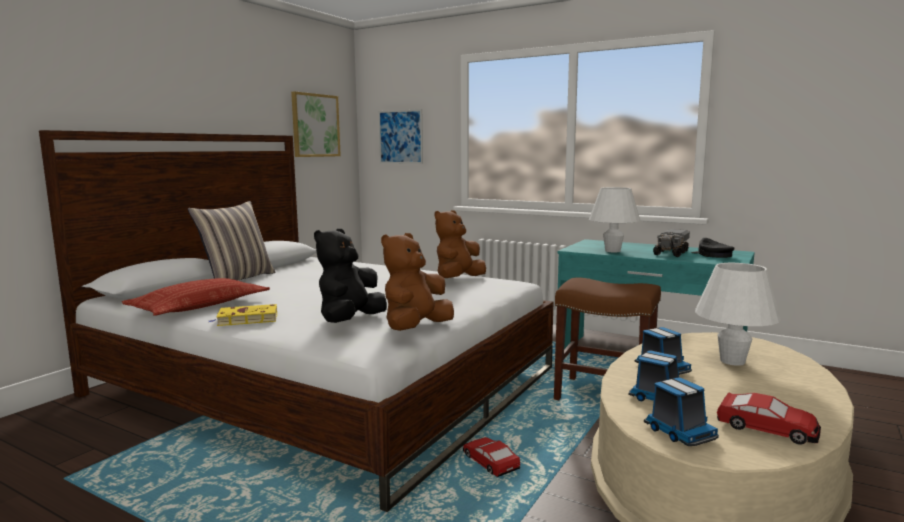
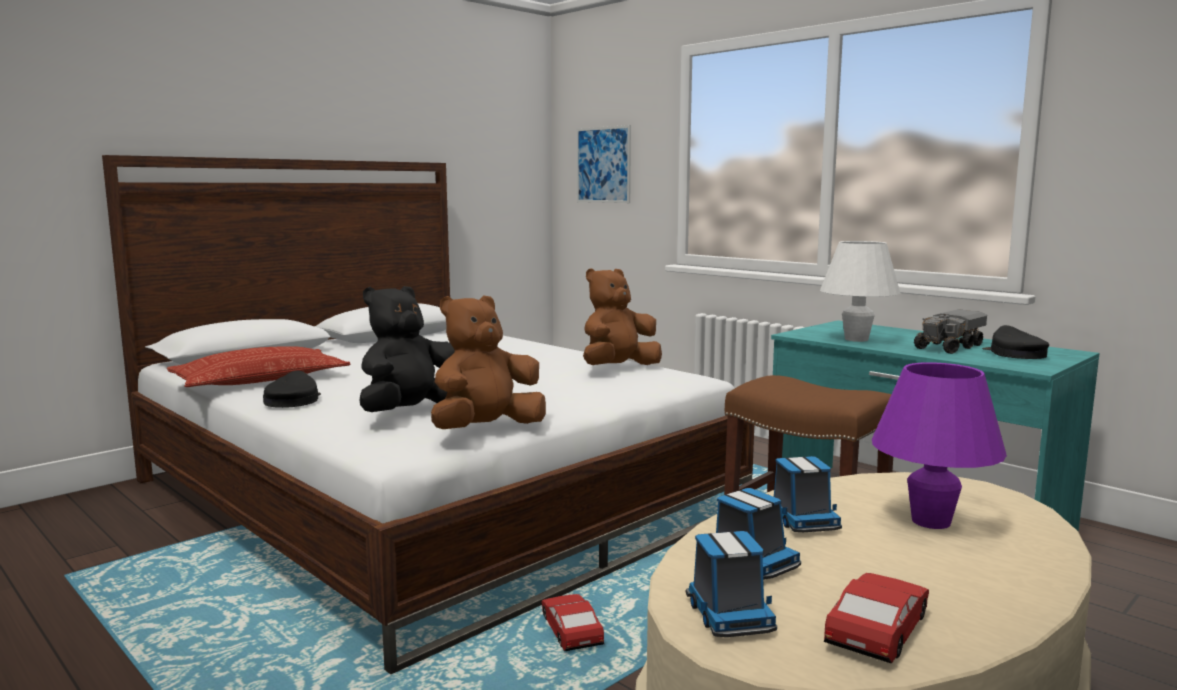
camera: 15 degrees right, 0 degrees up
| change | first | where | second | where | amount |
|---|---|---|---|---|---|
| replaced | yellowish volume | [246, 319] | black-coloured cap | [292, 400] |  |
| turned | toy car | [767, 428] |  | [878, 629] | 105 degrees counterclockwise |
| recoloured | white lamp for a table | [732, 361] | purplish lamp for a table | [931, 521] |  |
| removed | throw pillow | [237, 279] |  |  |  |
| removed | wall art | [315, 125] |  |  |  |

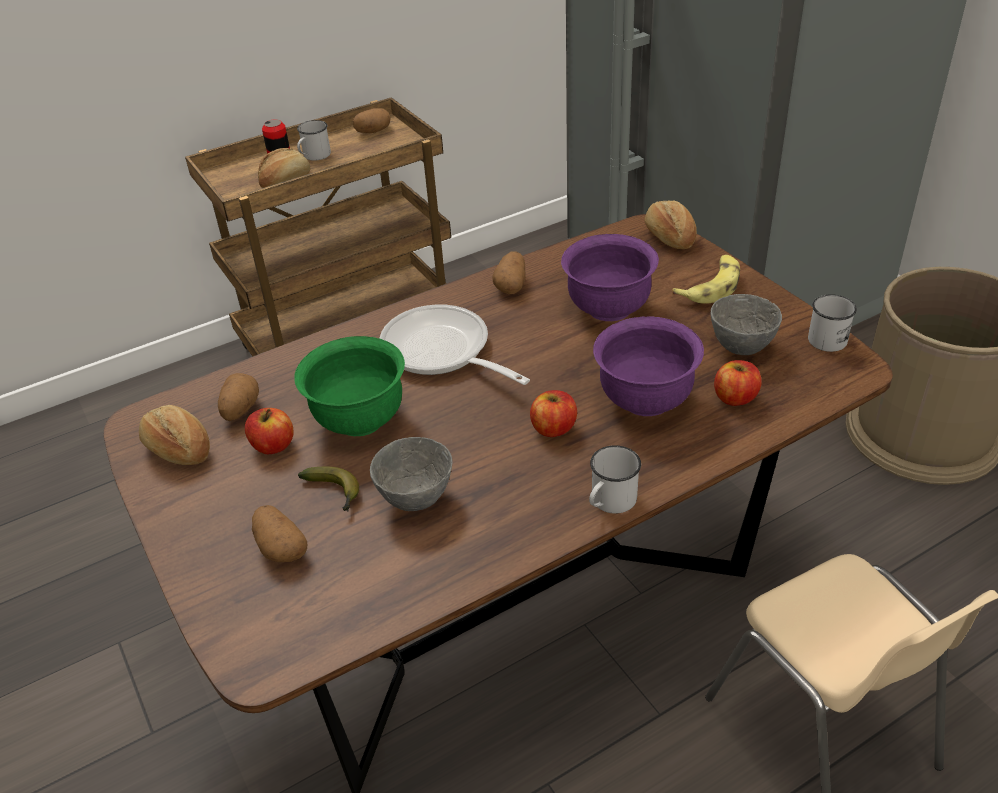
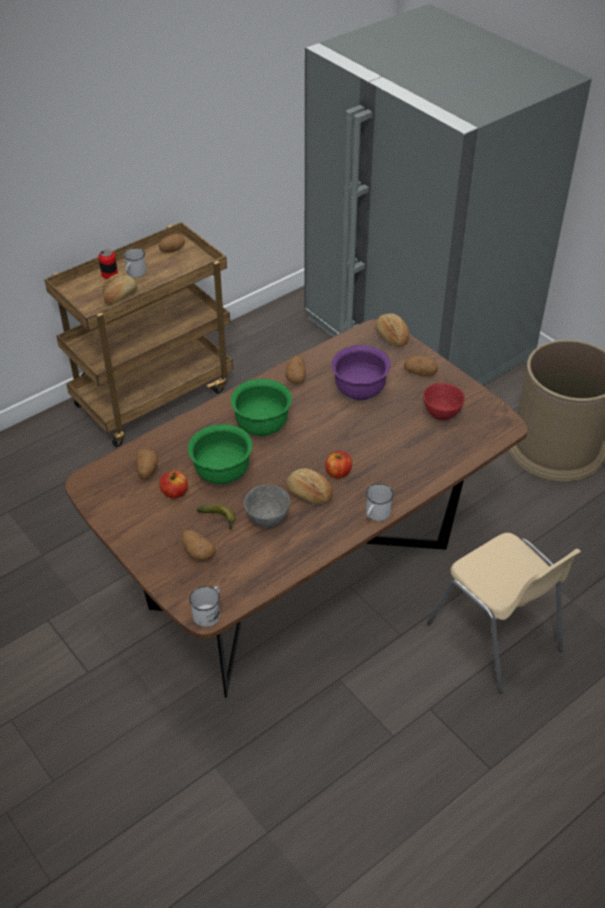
camera: 10 degrees left, 5 degrees up
| change | first | where | second | where | amount |
|---|---|---|---|---|---|
| moved | white mug | [830, 337] |  | [209, 612] |  |
| replaced | skillet | [442, 352] | green-coloured bowl | [262, 426] |  |
| moved | bakery bread | [178, 450] |  | [308, 494] |  |
| replaced | banana | [711, 286] | whole potato | [420, 373] |  |
| recoloured | greyish bowl | [740, 347] | red bowl | [441, 415] |  |
| removed | purplish bowl | [645, 400] |  |  |  |
| removed | whole apple | [735, 398] |  |  |  |

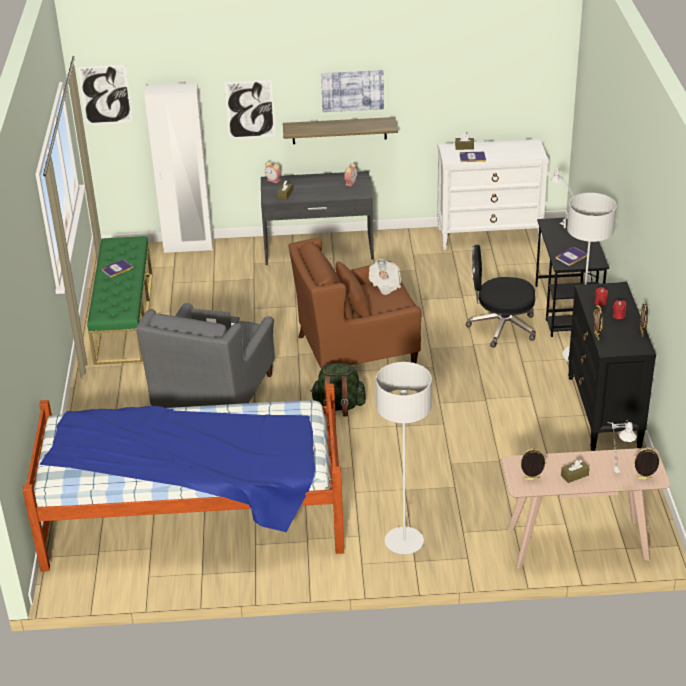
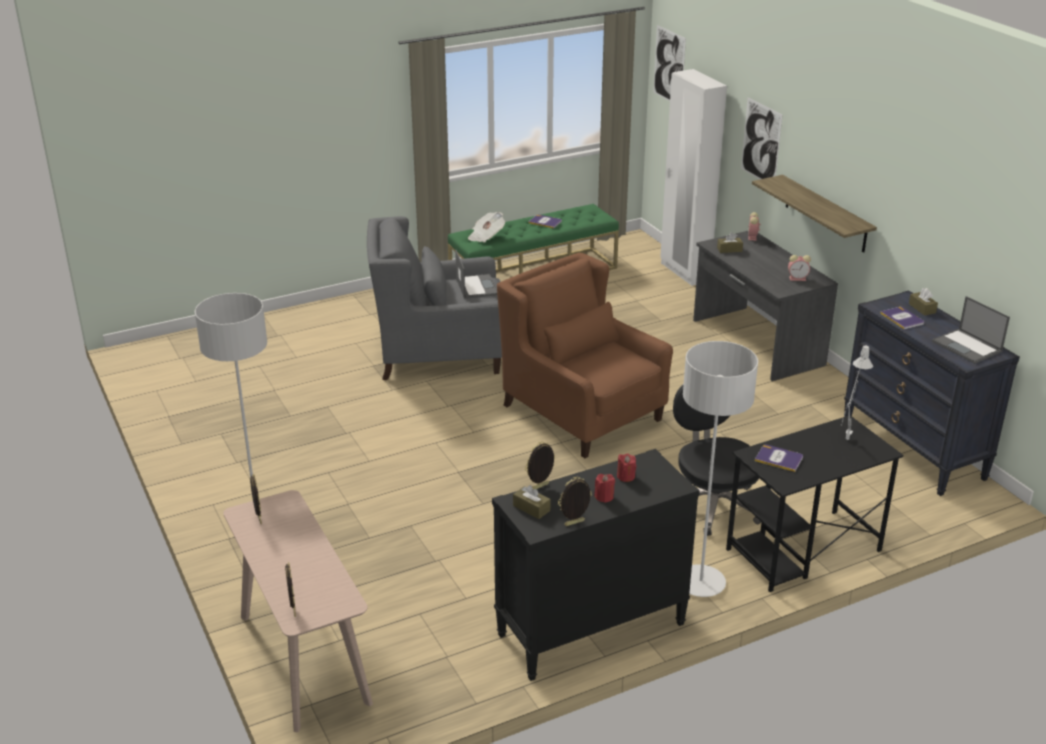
camera: 65 degrees right, 5 degrees down
| change | first | where | second | where | amount |
|---|---|---|---|---|---|
| moved | printed paper | [385, 285] |  | [486, 236] |  |
| moved | brown box of tissues | [574, 475] |  | [531, 508] |  |
| recoloured | white chest of drawers | [489, 236] | black-coloured chest of drawers | [913, 450] |  |
| added |  |  | notebook computer | [967, 347] |  |
| removed | sleeping bed | [195, 516] |  |  |  |
| removed | green-coloured knapsack | [338, 407] |  |  |  |
| removed | wall art | [352, 90] |  |  |  |
| removed | greyish lamp for a table | [613, 469] |  |  |  |

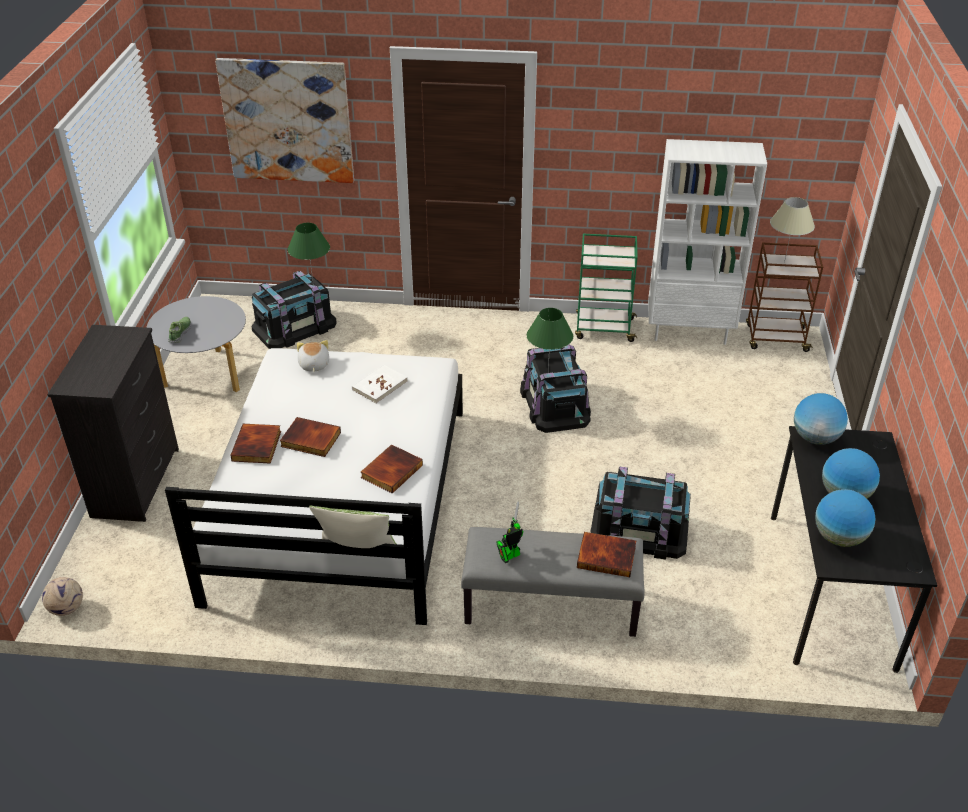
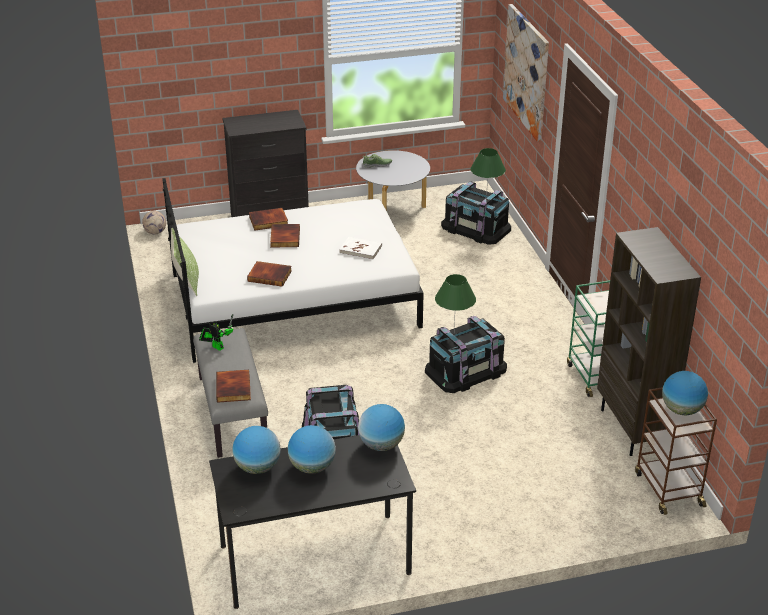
camera: 70 degrees right, 5 degrees down
| change | first | where | second | where | amount |
|---|---|---|---|---|---|
| recoloured | white bookshelf | [689, 332] | brown bookshelf | [633, 430] |  |
| replaced | beige lamp for a table | [784, 262] | desk globe | [681, 410] |  |
| removed | plush toy | [313, 365] |  |  |  |

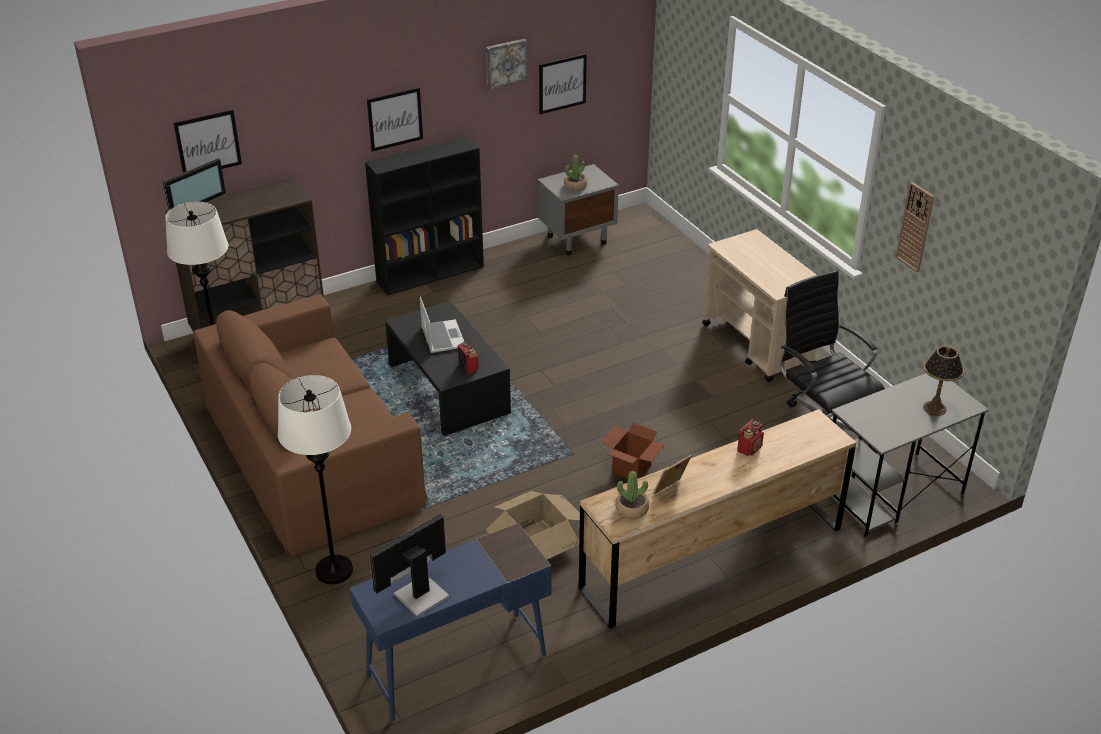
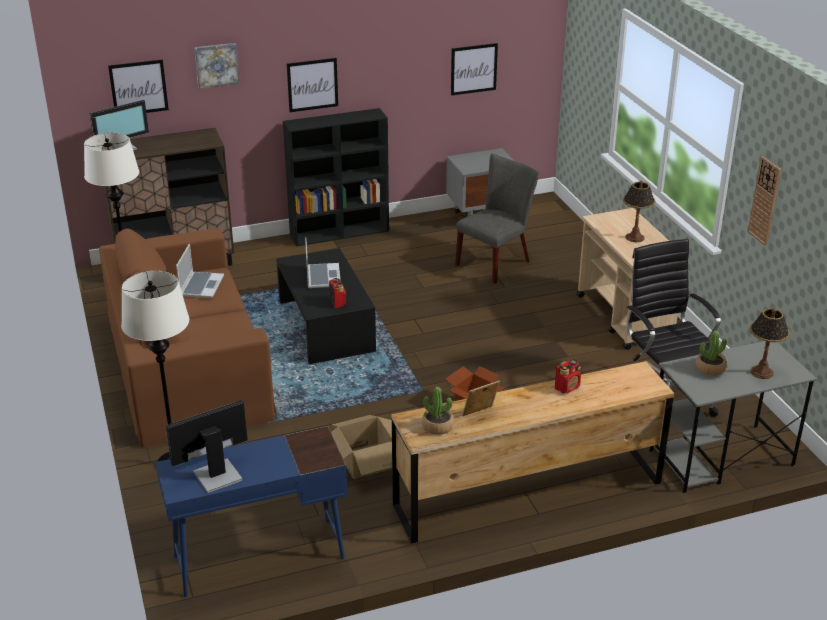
camera: 10 degrees right, 5 degrees down
| change | first | where | second | where | amount |
|---|---|---|---|---|---|
| added |  |  | notebook computer | [201, 286] |  |
| moved | wall art | [505, 63] |  | [216, 65] |  |
| added |  |  | greyish chair | [496, 262] |  |
| added |  |  | lamp for a table | [635, 238] |  |
| moved | houseplant | [575, 186] |  | [710, 368] |  |

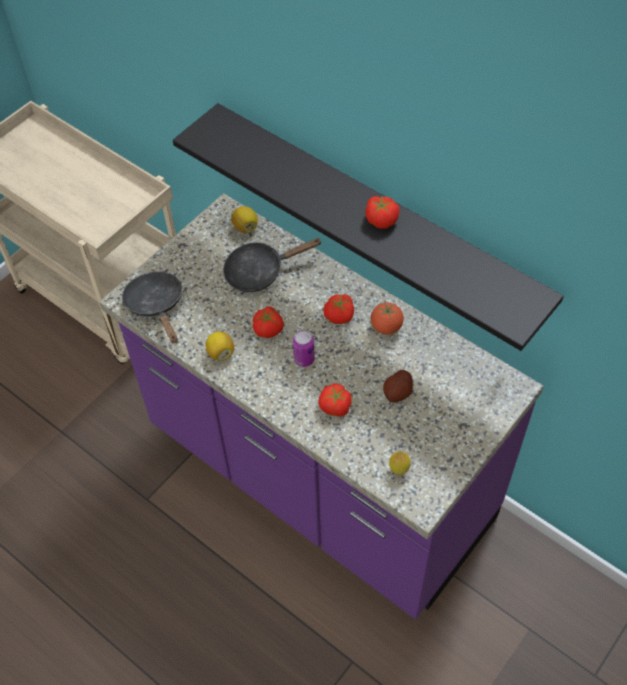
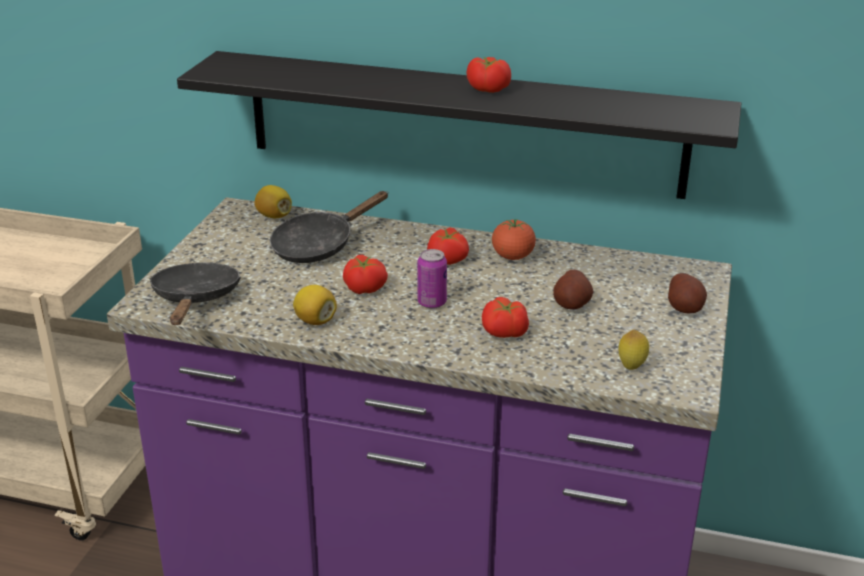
camera: 25 degrees left, 25 degrees down
| change | first | where | second | where | amount |
|---|---|---|---|---|---|
| turned | black-coloured skillet | [156, 305] |  | [195, 299] | 45 degrees clockwise |
| added |  |  | whole potato | [685, 308] |  |

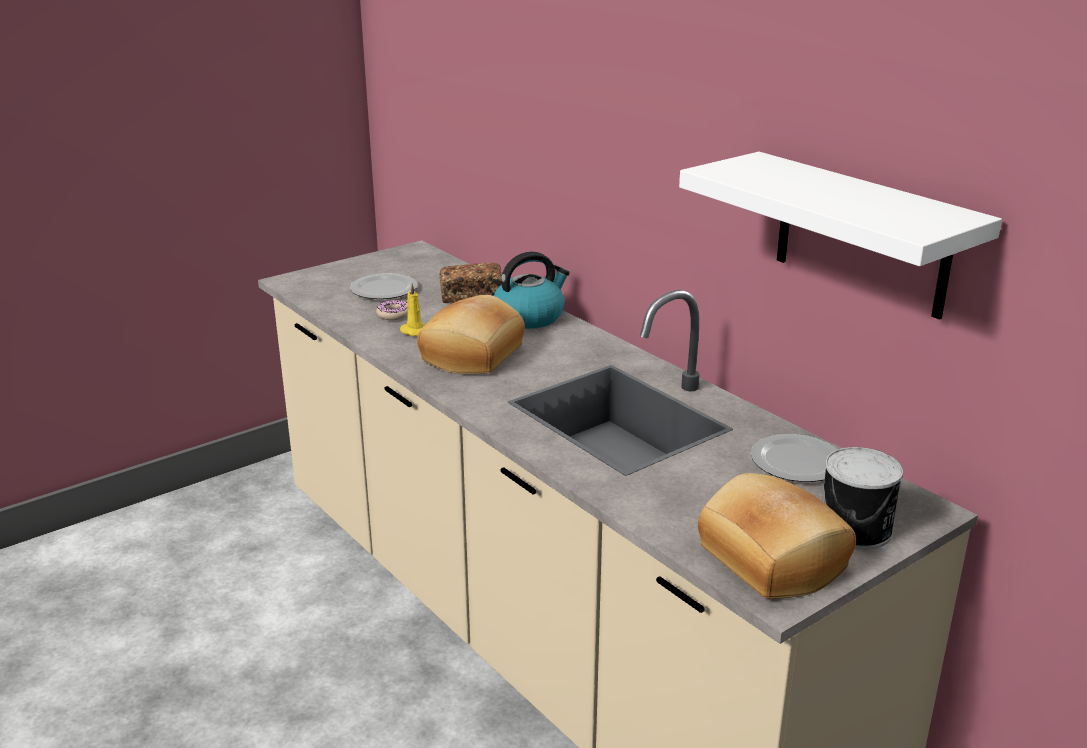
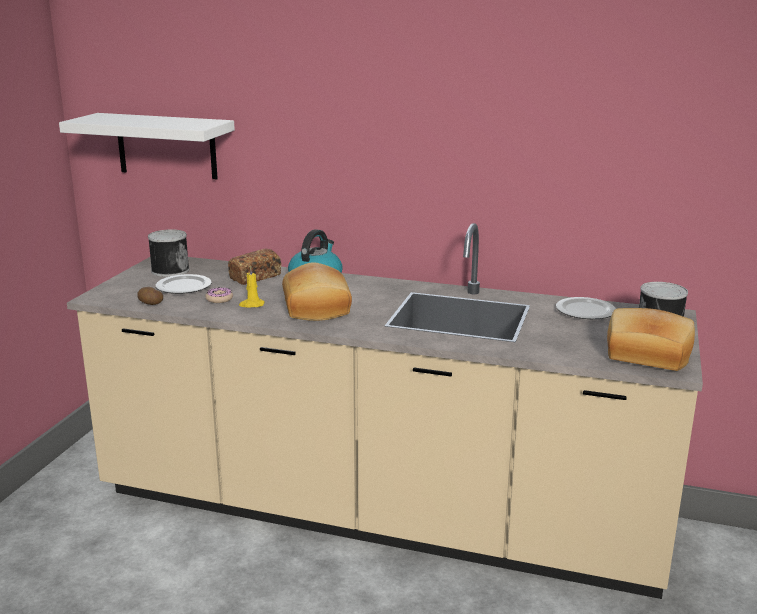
camera: 35 degrees left, 5 degrees down
| change | first | where | second | where | amount |
|---|---|---|---|---|---|
| moved | white bracket shelf | [862, 235] |  | [166, 146] |  |
| added |  |  | whole potato | [150, 303] |  |
| added |  |  | can | [169, 270] |  |

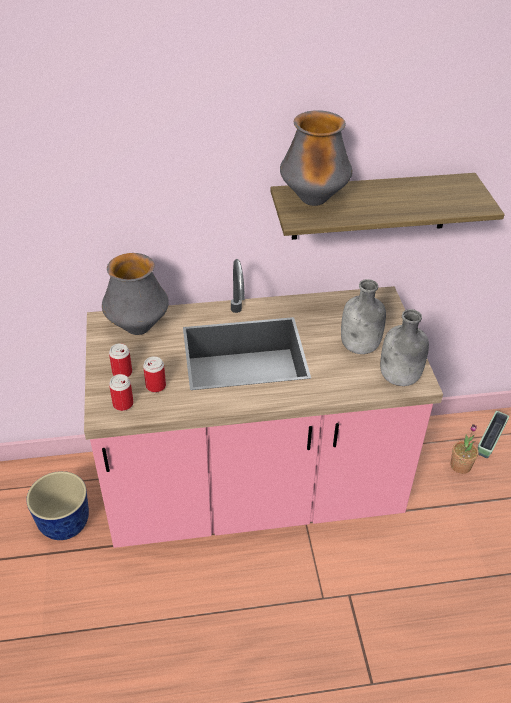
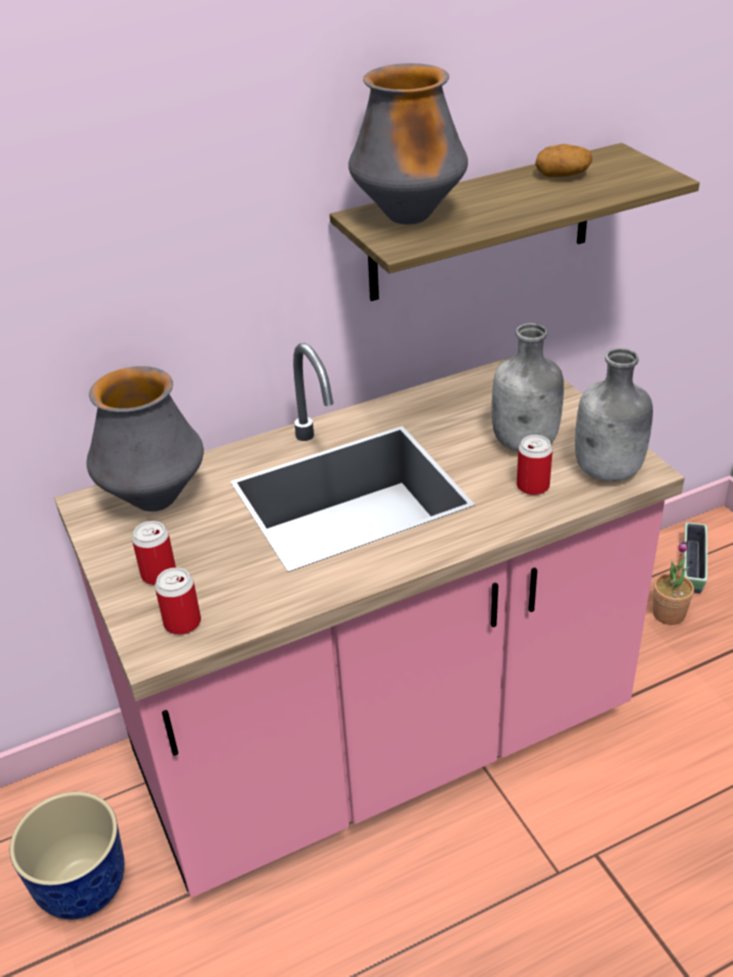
camera: 15 degrees left, 5 degrees down
| change | first | where | second | where | amount |
|---|---|---|---|---|---|
| moved | can | [156, 386] |  | [532, 486] |  |
| added |  |  | whole potato | [562, 175] |  |

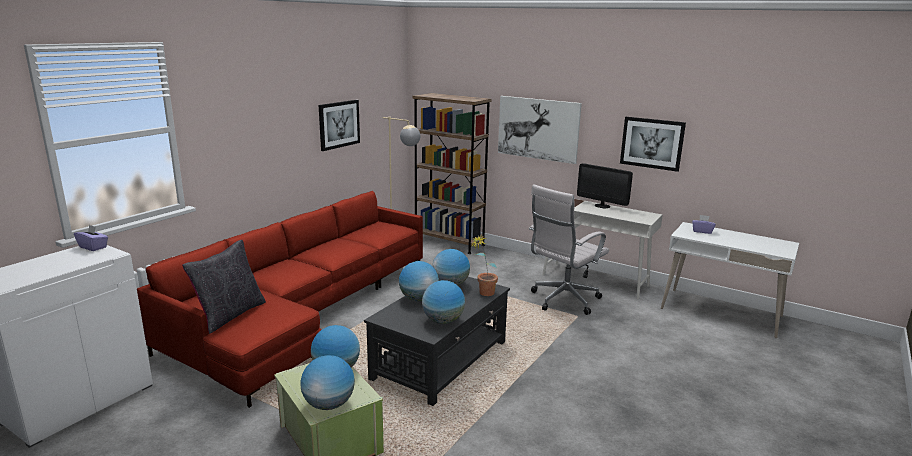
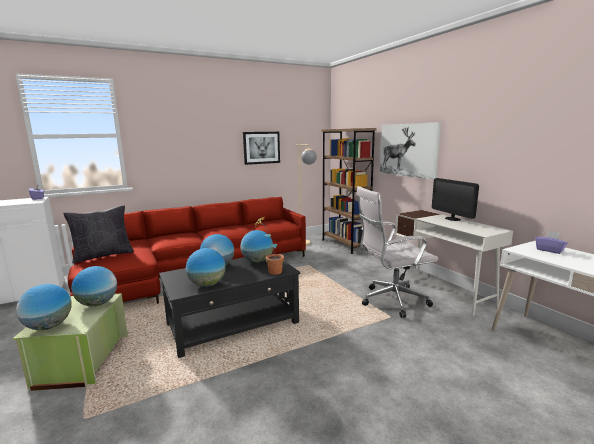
camera: 30 degrees right, 5 degrees down
| change | first | where | second | where | amount |
|---|---|---|---|---|---|
| removed | wall art | [652, 143] |  |  |  |

